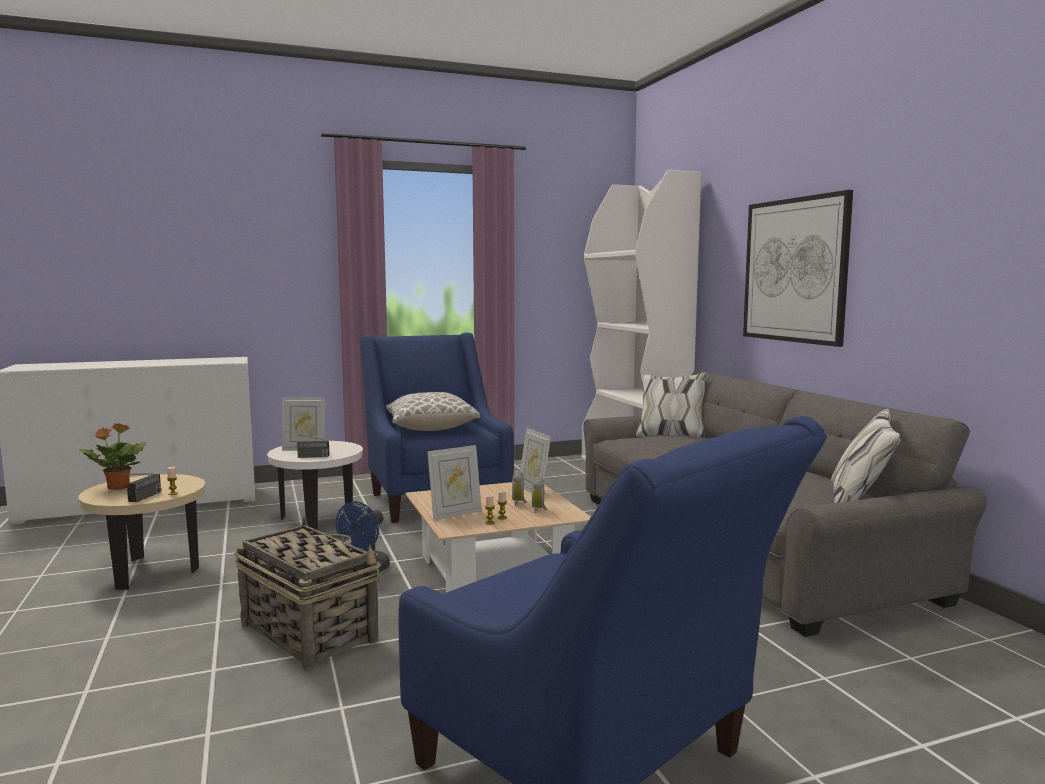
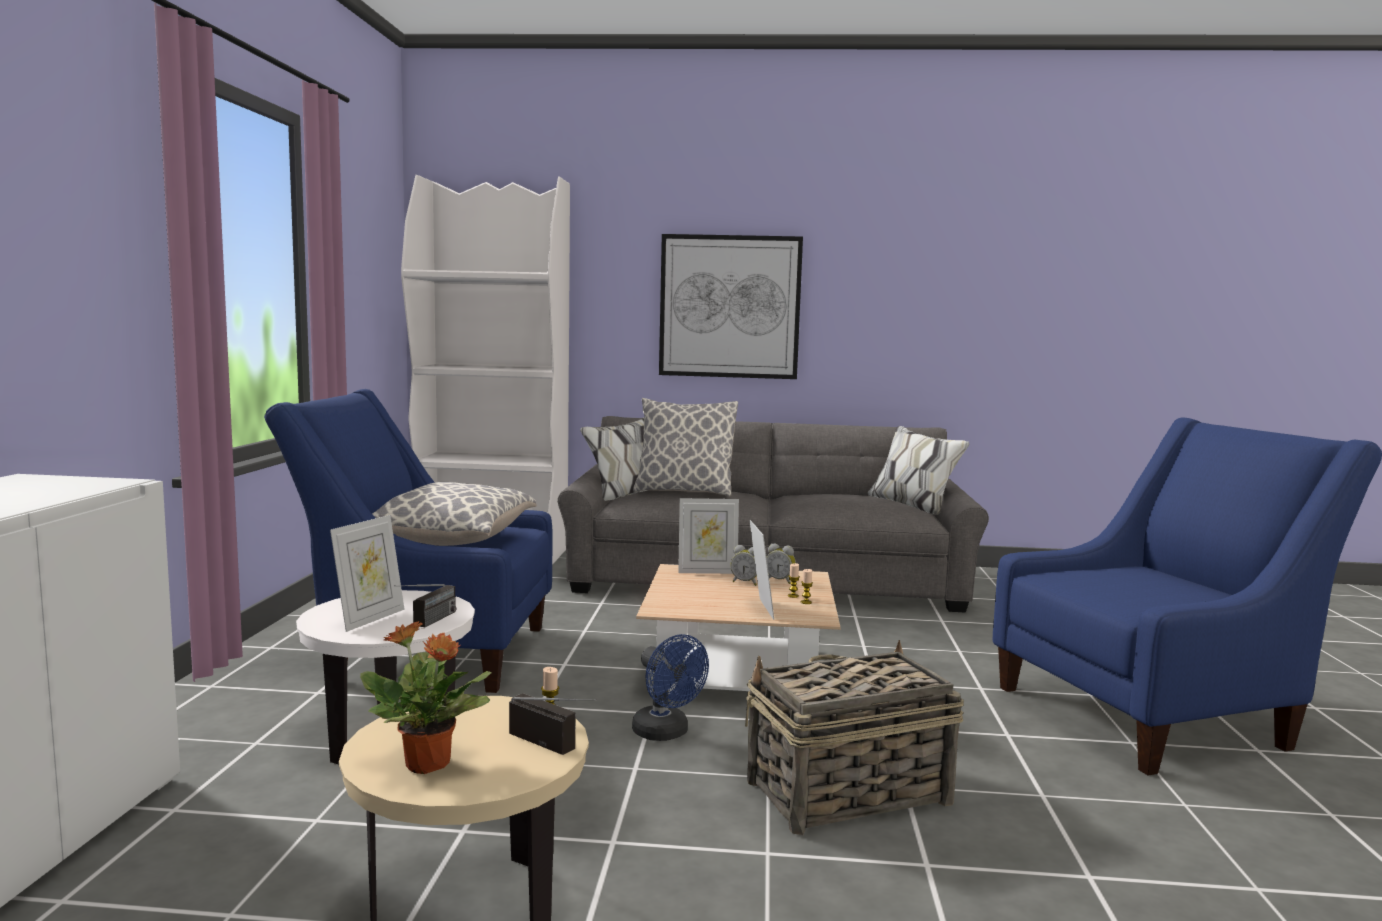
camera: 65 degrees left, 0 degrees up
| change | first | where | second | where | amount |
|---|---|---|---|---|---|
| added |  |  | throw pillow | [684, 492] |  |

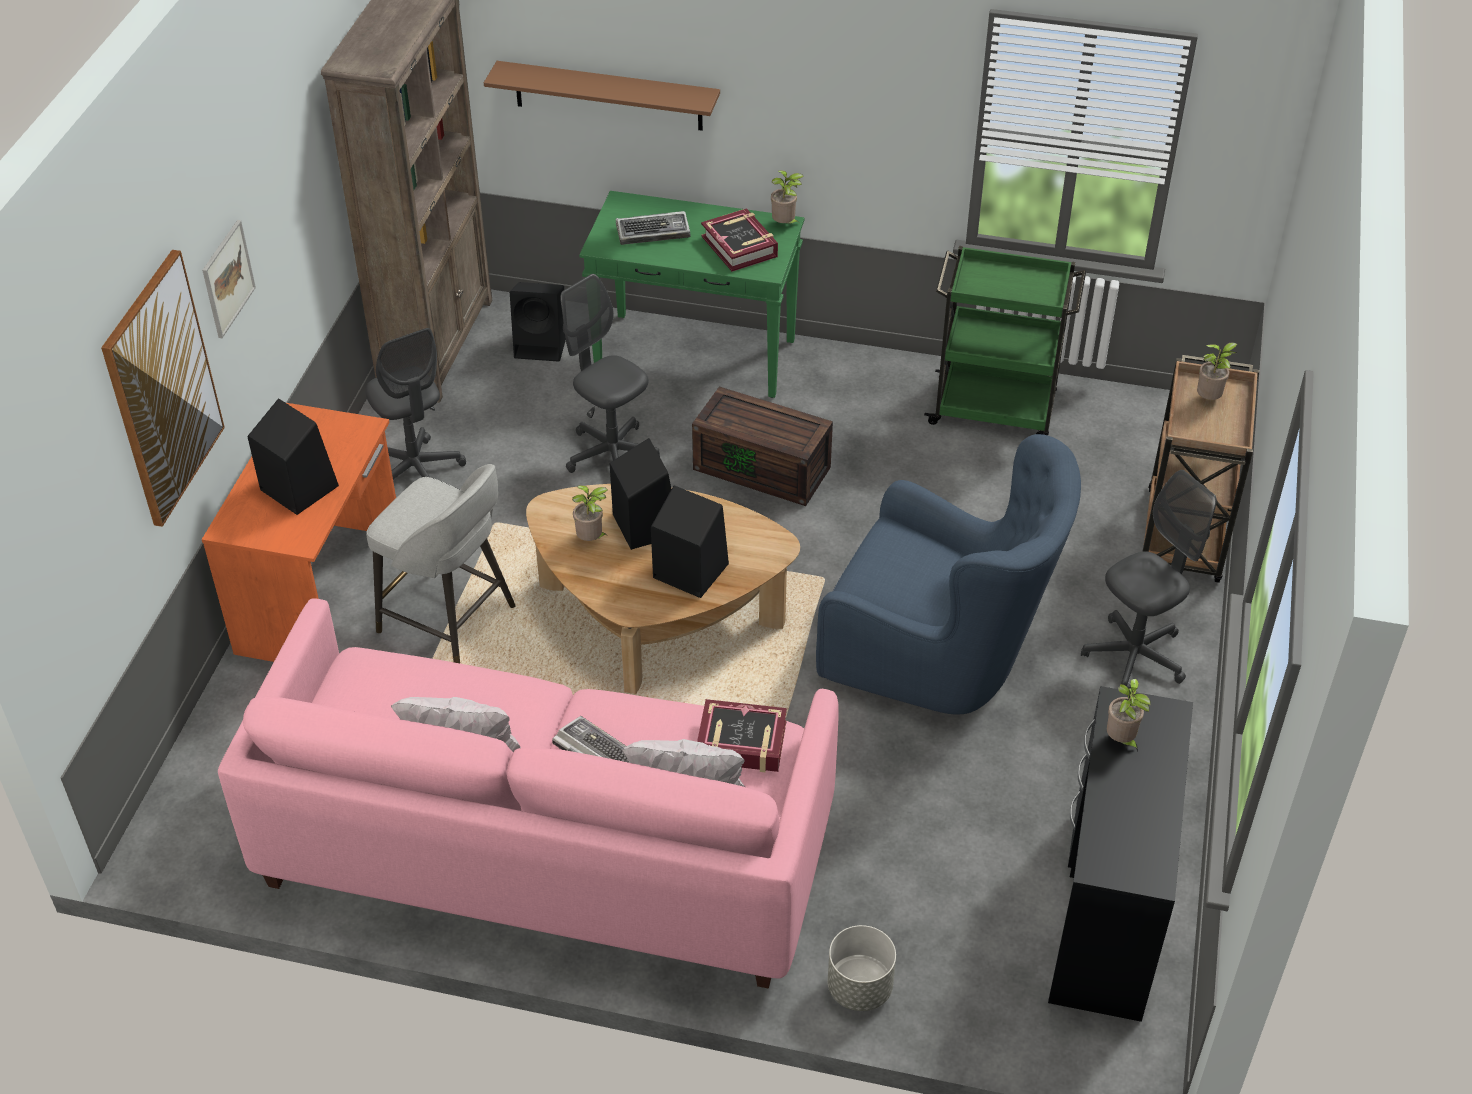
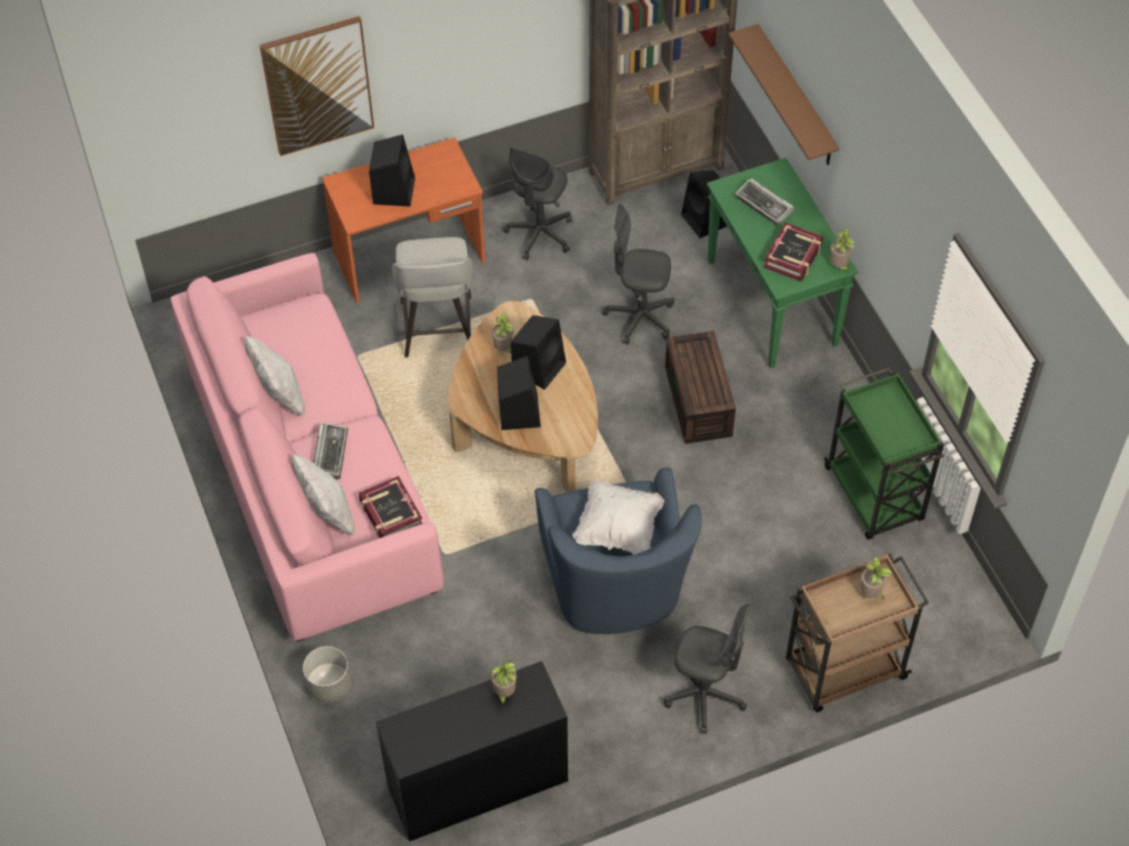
camera: 55 degrees right, 10 degrees up
| change | first | where | second | where | amount |
|---|---|---|---|---|---|
| added |  |  | white throw pillow | [618, 528] |  |
| turned | greyish office chair | [611, 455] |  | [639, 318] | 90 degrees counterclockwise |
| removed | wall art | [227, 278] |  |  |  |

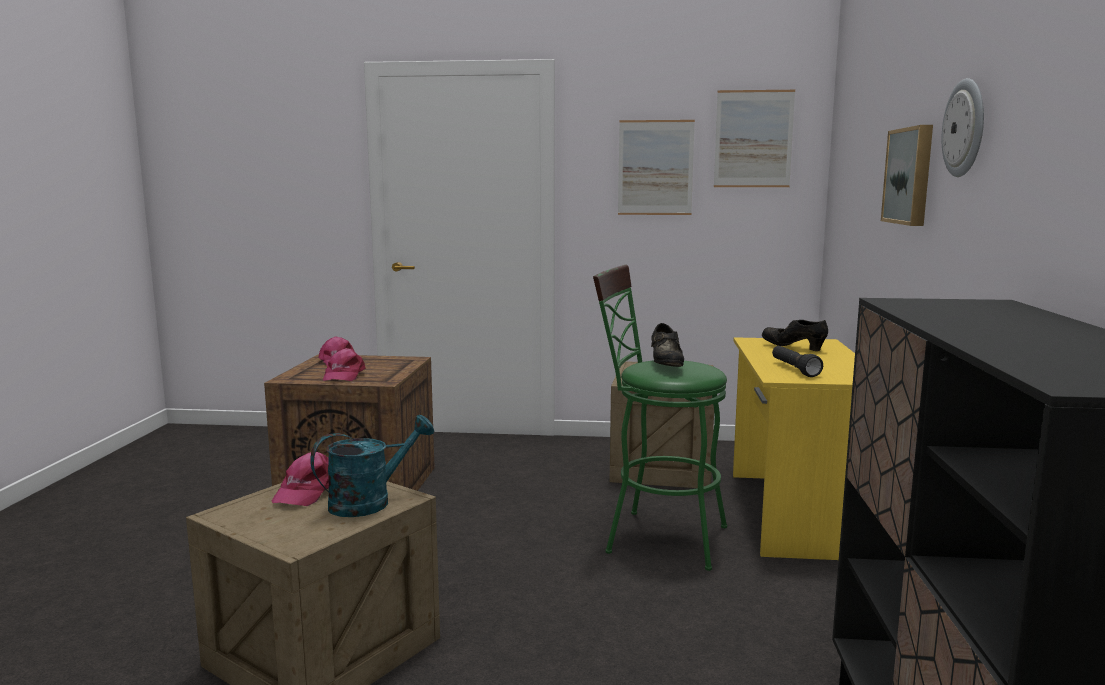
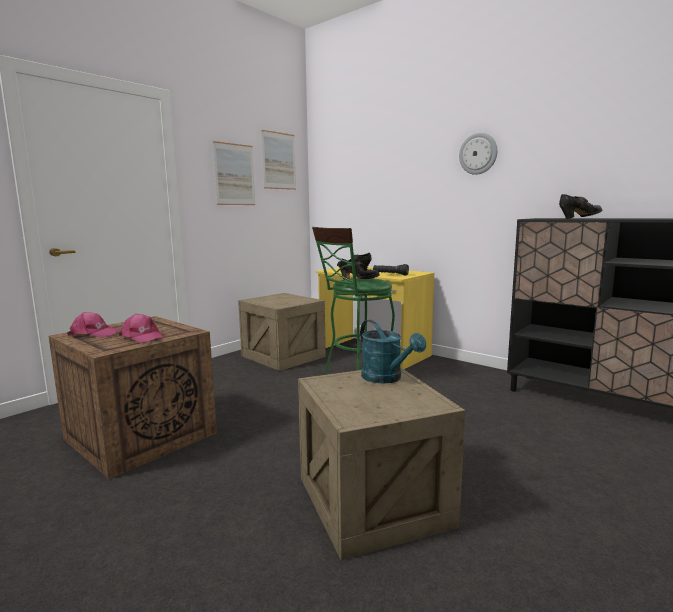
camera: 55 degrees left, 0 degrees up
| change | first | where | second | where | amount |
|---|---|---|---|---|---|
| turned | blue-green watering pot | [370, 501] |  | [387, 378] | 150 degrees clockwise |
| added |  |  | black-coloured item of footwear | [580, 218] |  |
| removed | pink cap | [307, 491] |  |  |  |
| removed | wall art | [911, 176] |  |  |  |

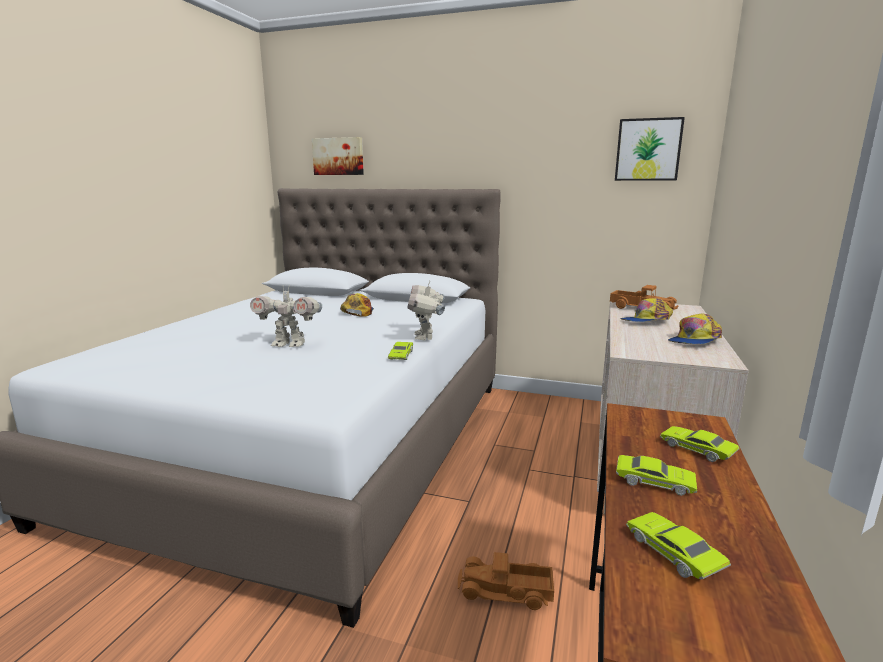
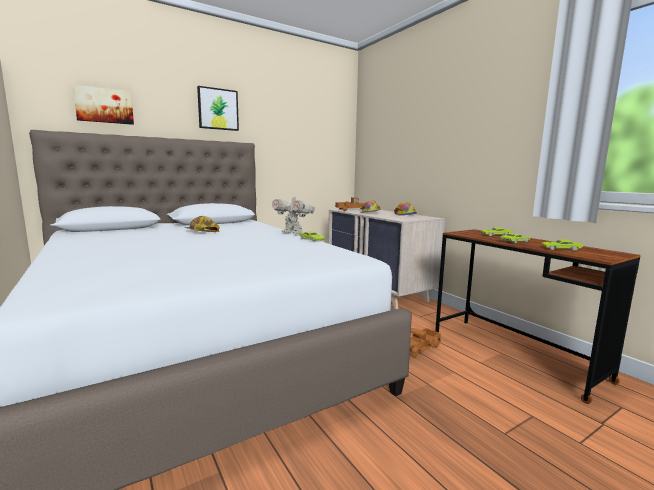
camera: 50 degrees left, 5 degrees down
| change | first | where | second | where | amount |
|---|---|---|---|---|---|
| moved | wall art | [648, 150] |  | [218, 109] |  |
| removed | toy robot | [289, 344] |  |  |  |

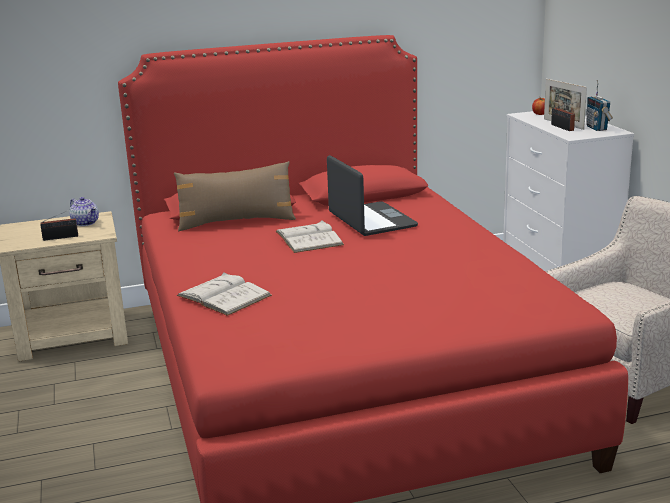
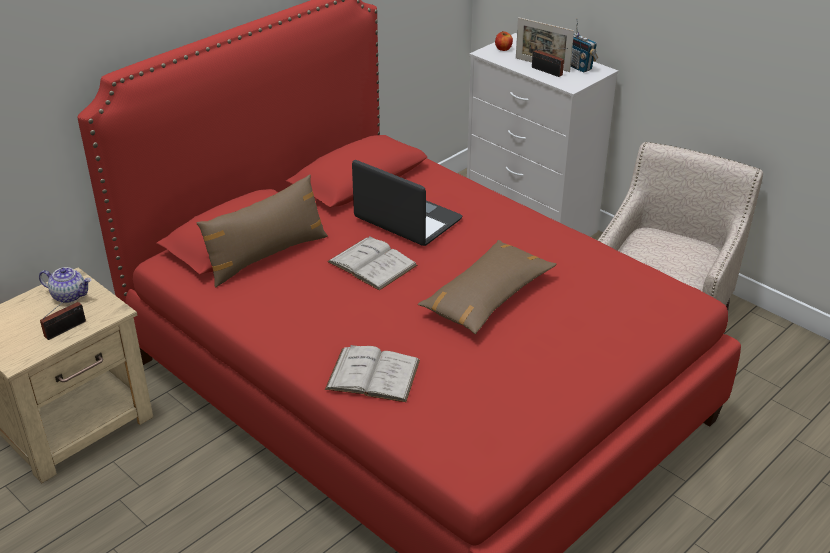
camera: 30 degrees left, 15 degrees up
| change | first | where | second | where | amount |
|---|---|---|---|---|---|
| added |  |  | brown throw pillow | [487, 297] |  |

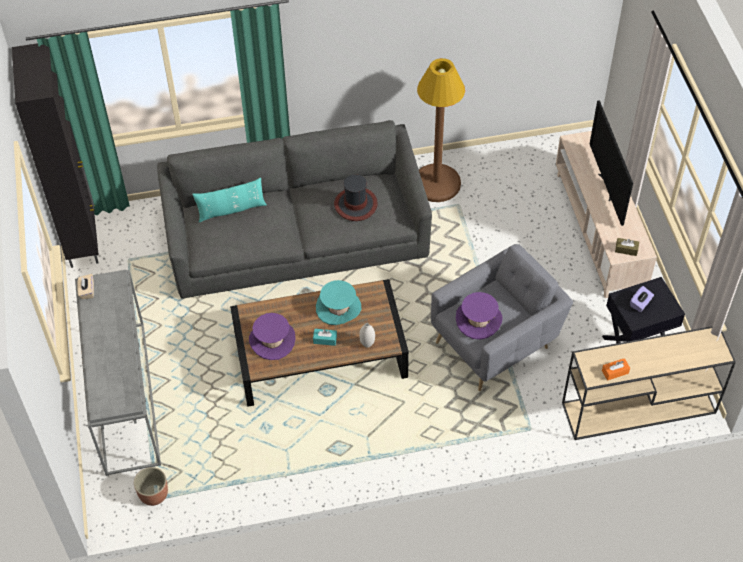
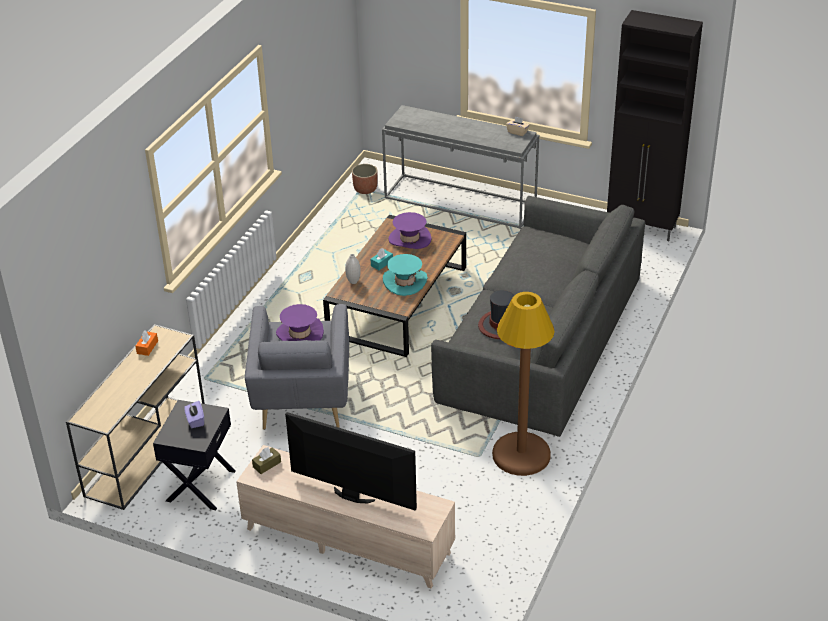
camera: 125 degrees right, 15 degrees down
| change | first | where | second | where | amount |
|---|---|---|---|---|---|
| removed | blue-green throw pillow | [231, 210] |  |  |  |

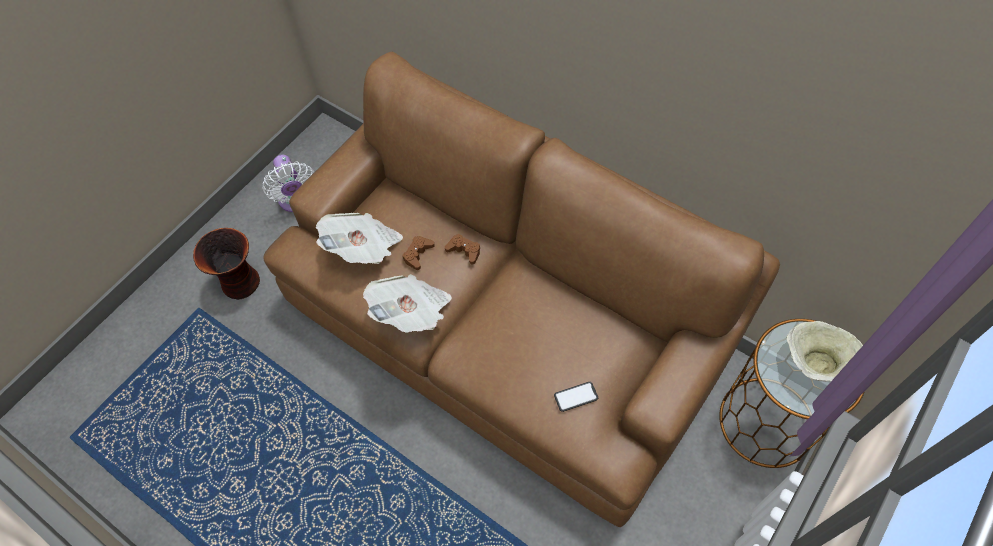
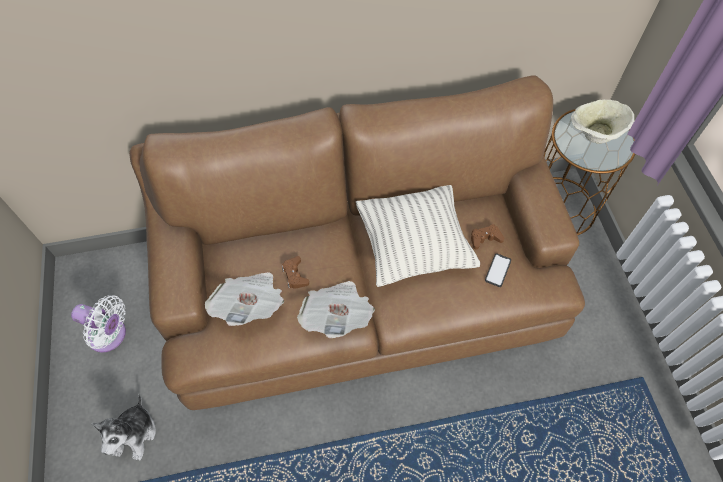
camera: 50 degrees left, 0 degrees up
| change | first | where | second | where | amount |
|---|---|---|---|---|---|
| replaced | flower vase | [242, 283] | plush toy | [135, 434] |  |
| added |  |  | throw pillow | [414, 247] |  |
| moved | brown game controller | [464, 251] |  | [485, 238] |  |

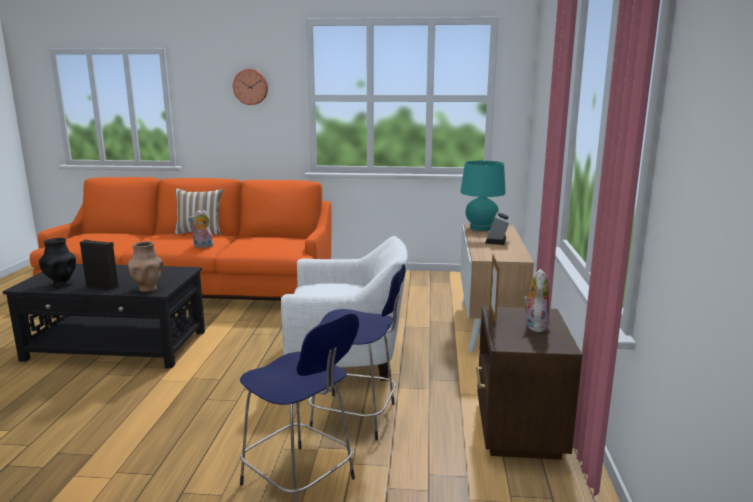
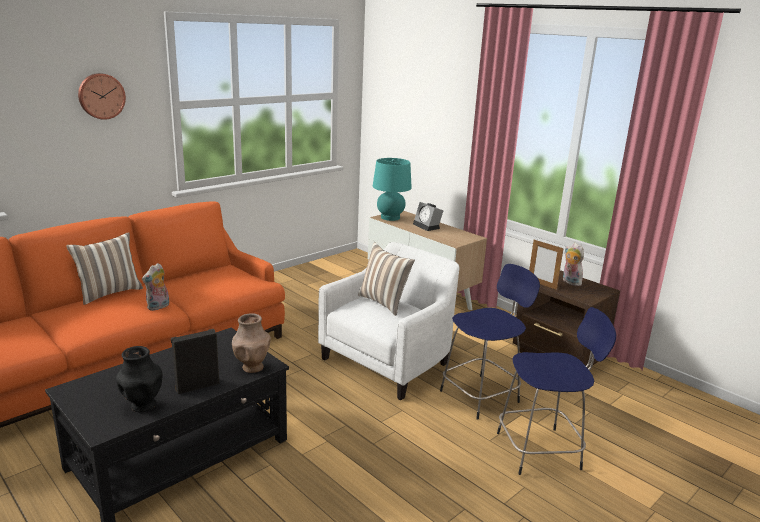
camera: 50 degrees left, 5 degrees up
| change | first | where | second | where | amount |
|---|---|---|---|---|---|
| added |  |  | throw pillow | [384, 302] |  |

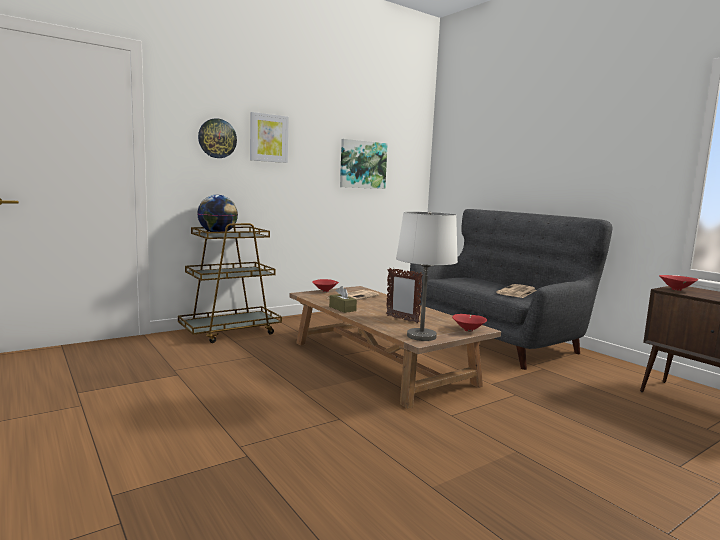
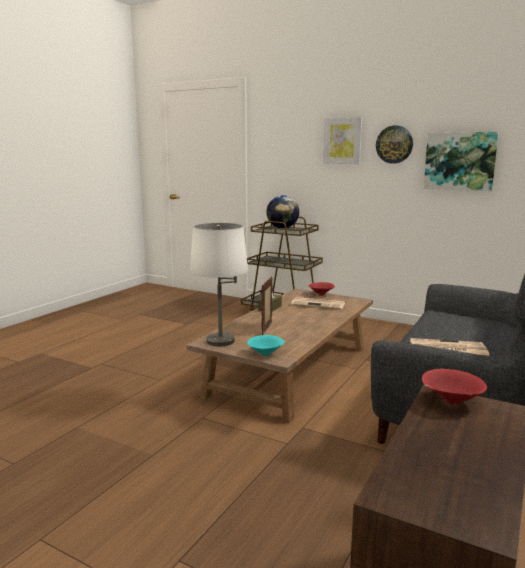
camera: 65 degrees right, 5 degrees up
| change | first | where | second | where | amount |
|---|---|---|---|---|---|
| recoloured | red bowl | [468, 330] | blue-green bowl | [266, 354] |  |
| moved | hanging clock | [217, 138] |  | [394, 144] |  |

